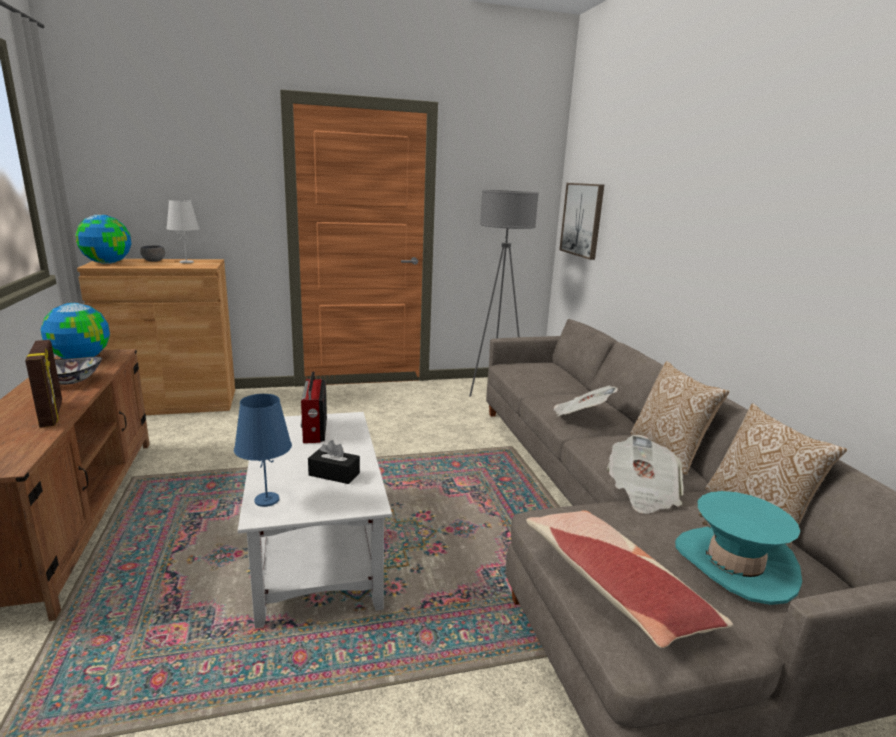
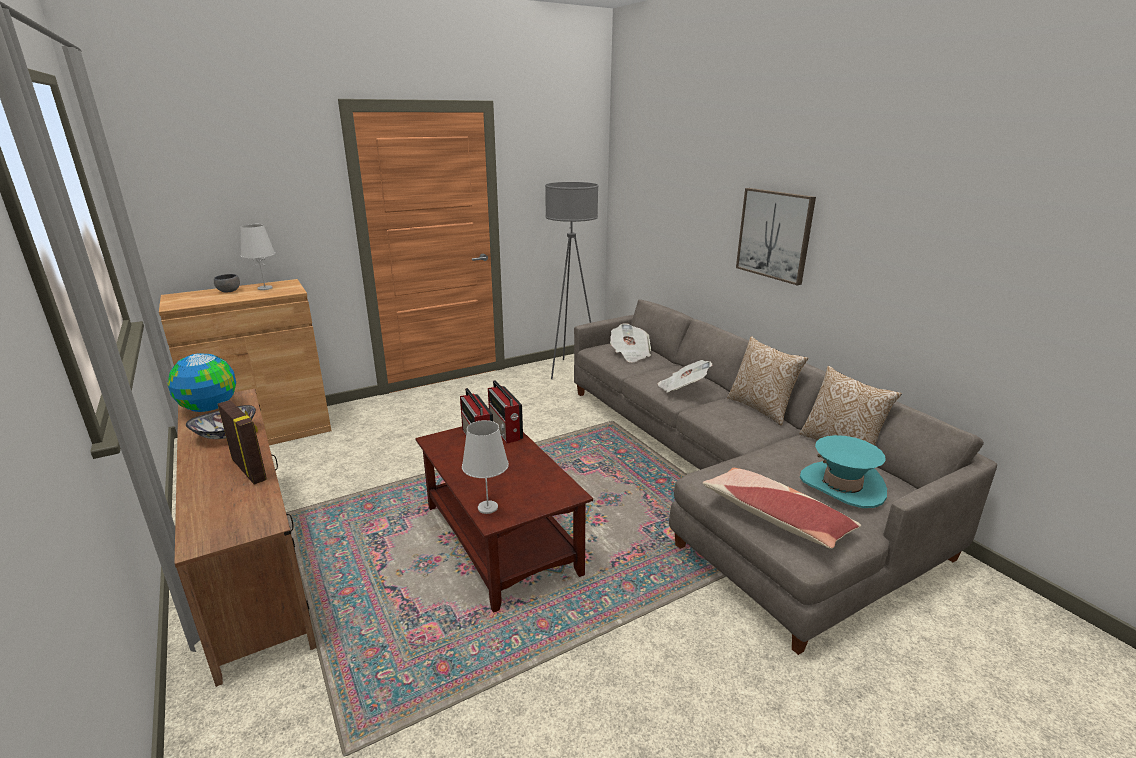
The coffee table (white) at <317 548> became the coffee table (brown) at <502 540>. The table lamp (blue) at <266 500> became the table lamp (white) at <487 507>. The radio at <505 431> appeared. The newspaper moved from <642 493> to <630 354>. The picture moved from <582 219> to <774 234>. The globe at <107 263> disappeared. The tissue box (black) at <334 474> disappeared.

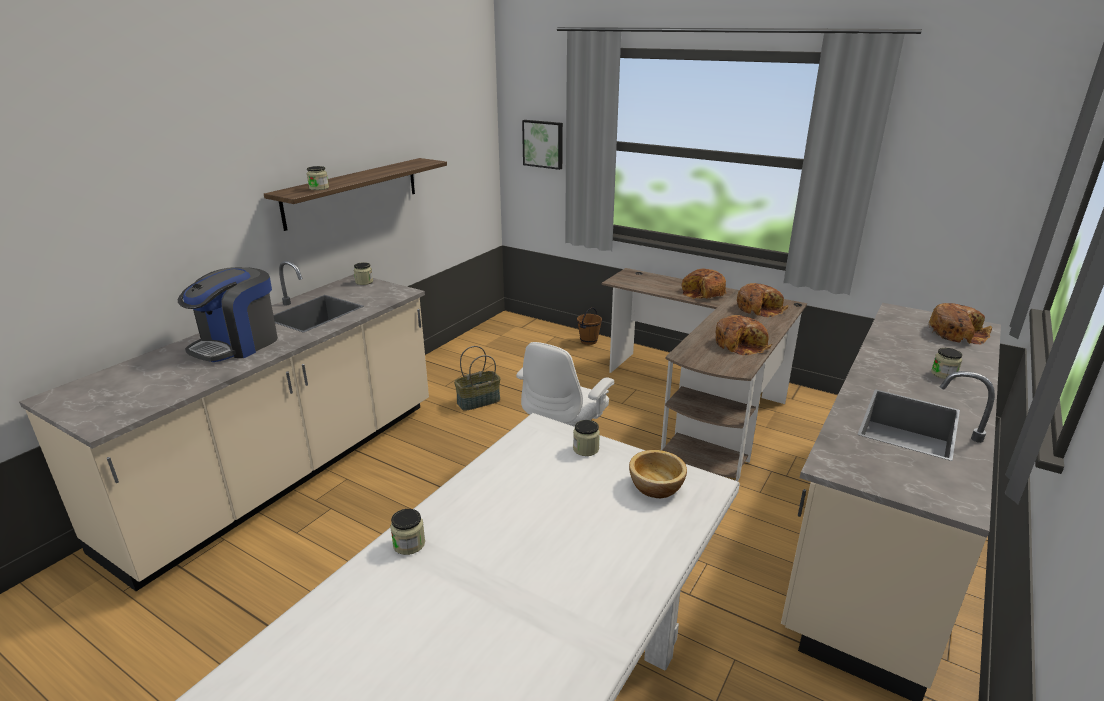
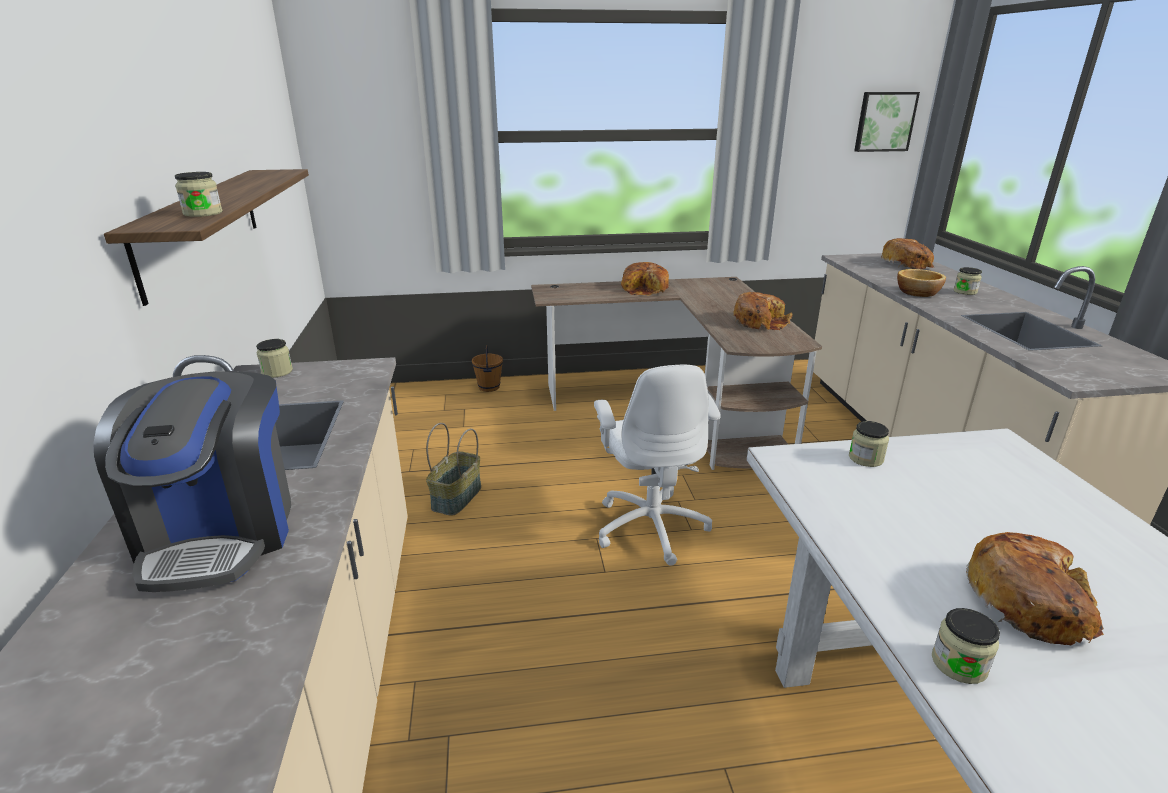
The picture moved from <543 144> to <884 121>. The bowl moved from <657 487> to <918 293>. The bread moved from <759 308> to <1031 602>.

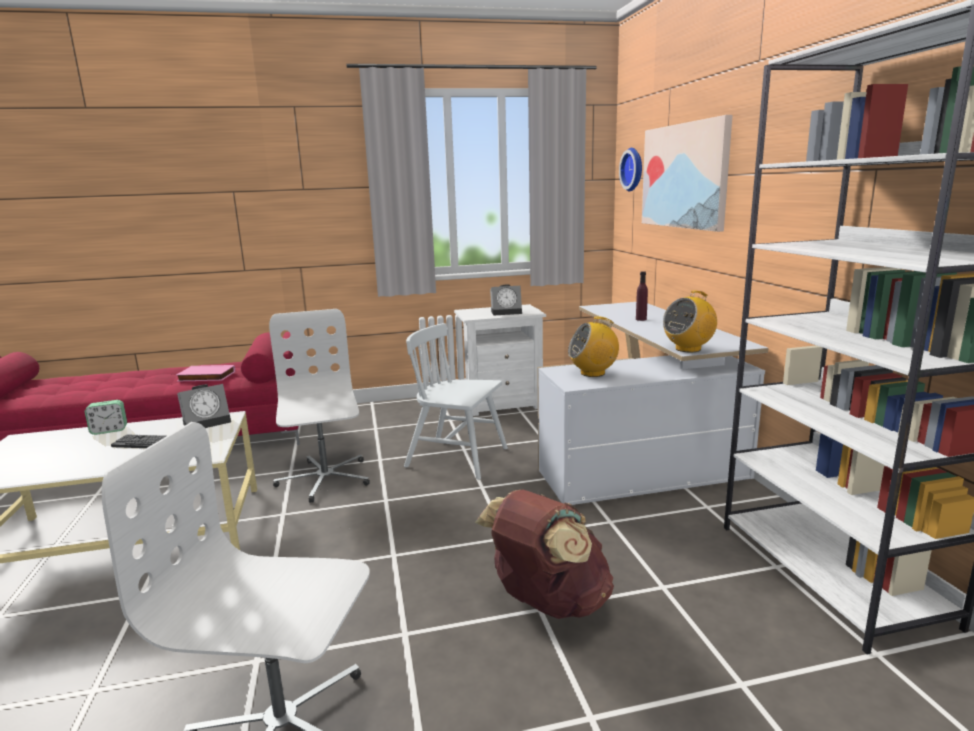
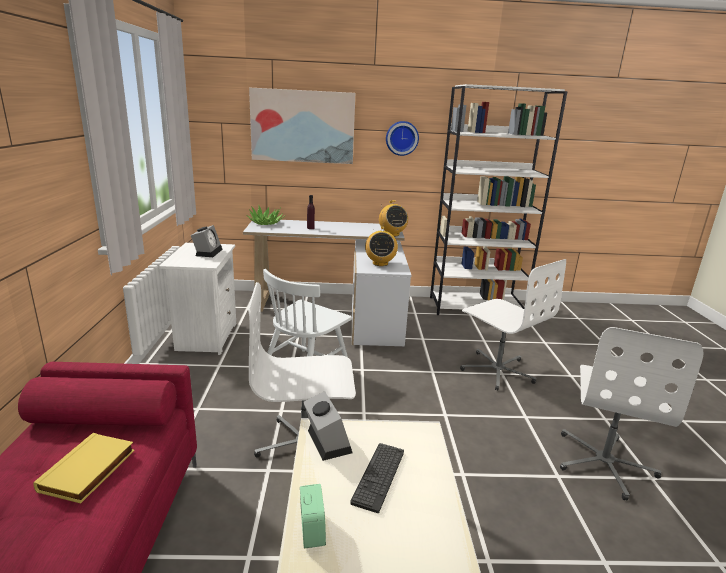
The book (pink) at <206 377> became the book (yellow) at <89 471>. The potted plant at <265 223> appeared. The wall clock moved from <634 169> to <402 138>. The backpack (brown) at <547 603> was replaced by the office chair (white) at <497 370>.

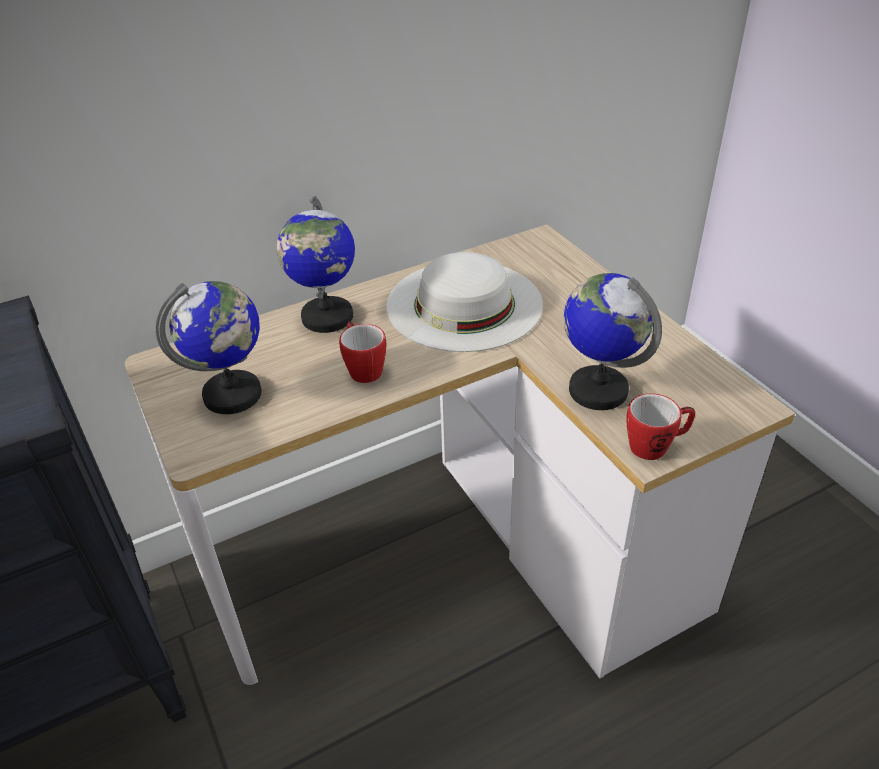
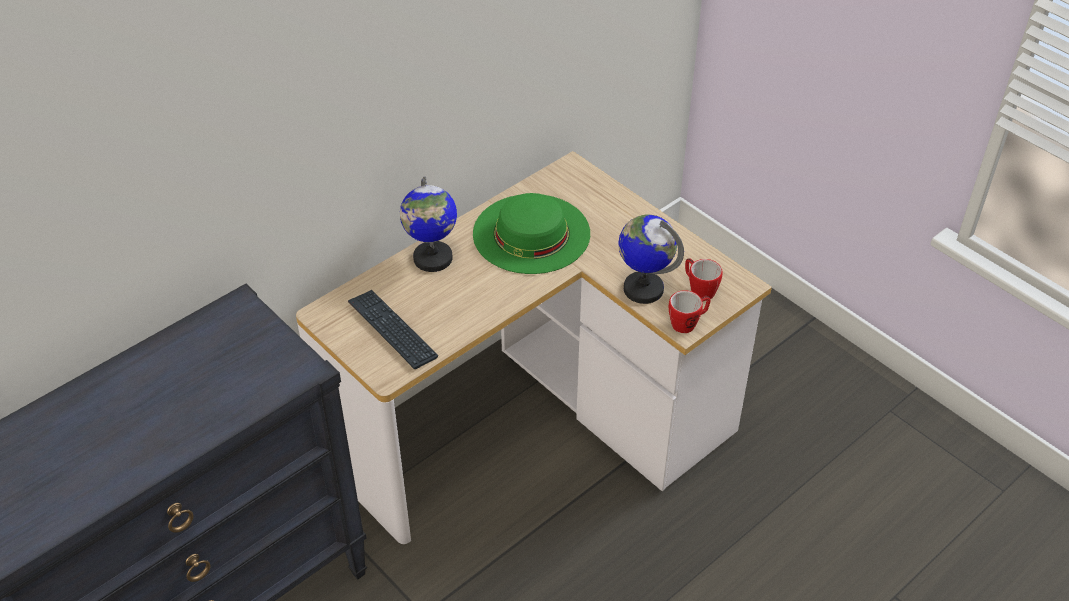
The globe at <233 395> was replaced by the keyboard at <392 330>. The hat (white) at <464 304> became the hat (green) at <531 233>. The mug moved from <363 368> to <699 290>.

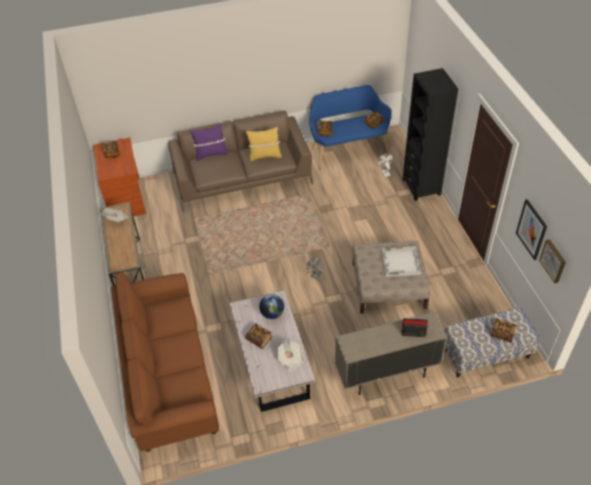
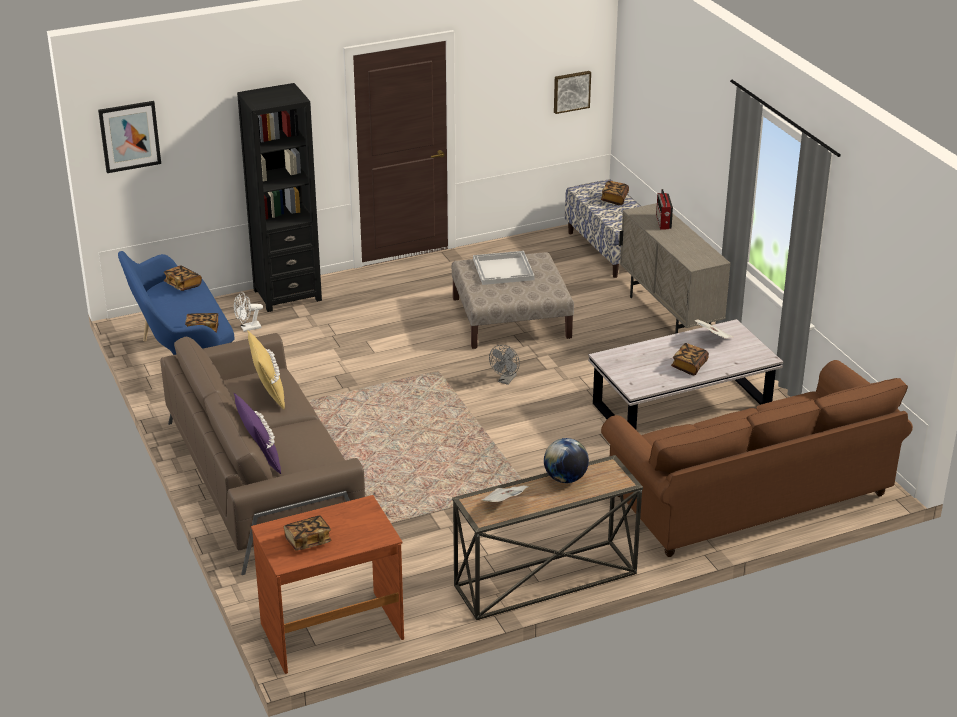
The picture moved from <531 229> to <129 136>. The globe moved from <272 314> to <565 478>.

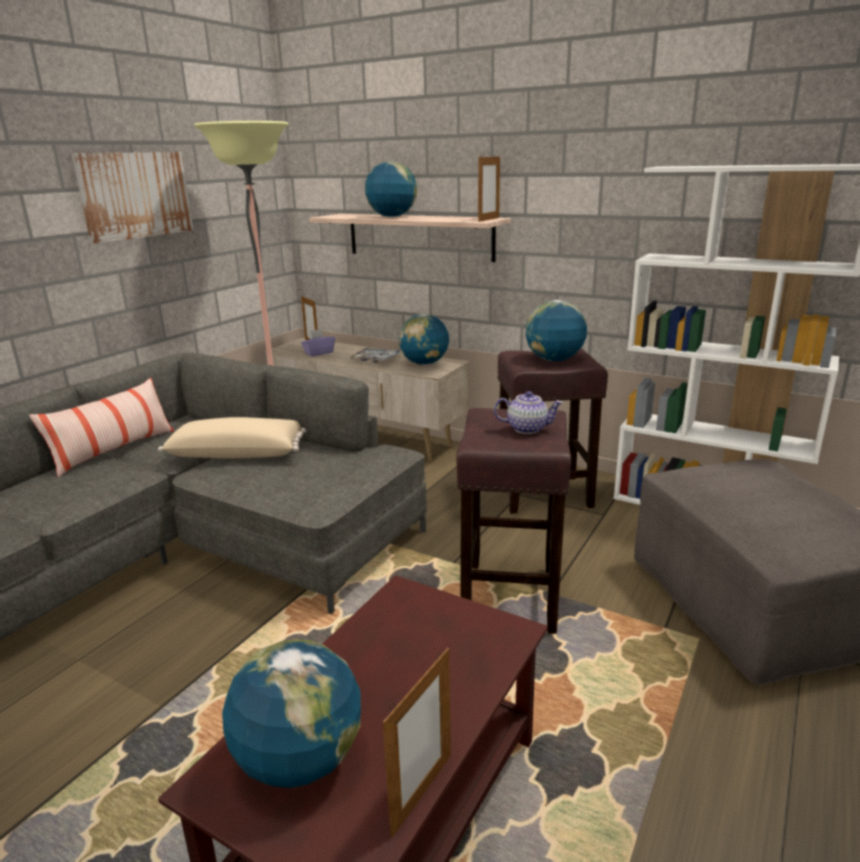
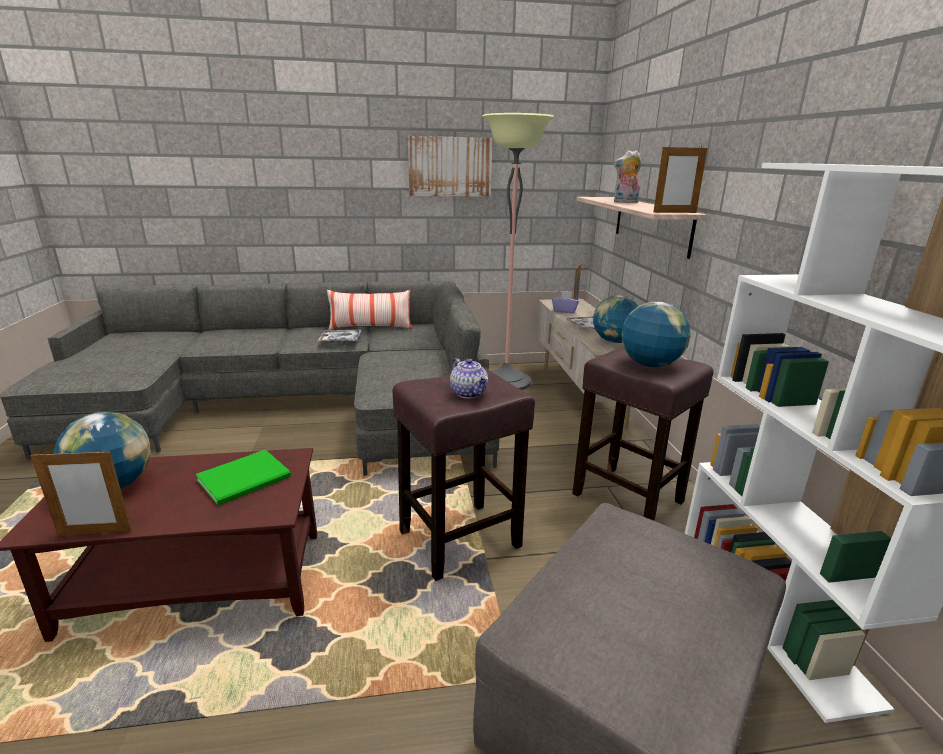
The book (green) at <247 479> appeared. The tray at <340 340> appeared. The globe at <392 217> was replaced by the plush toy at <625 202>. The pillow (beige) at <239 453> disappeared.

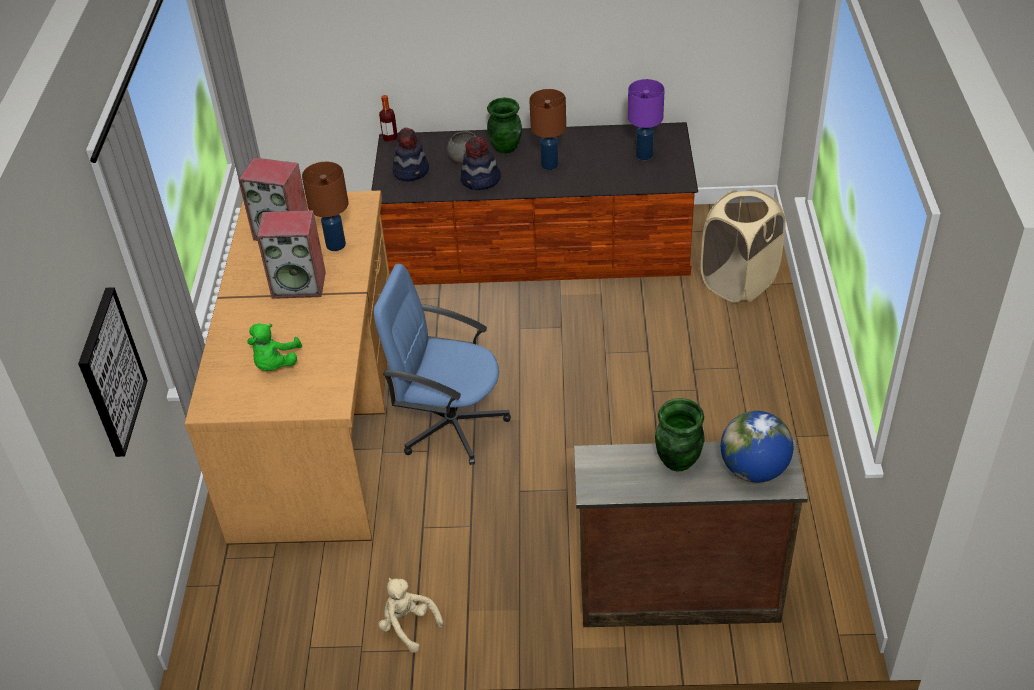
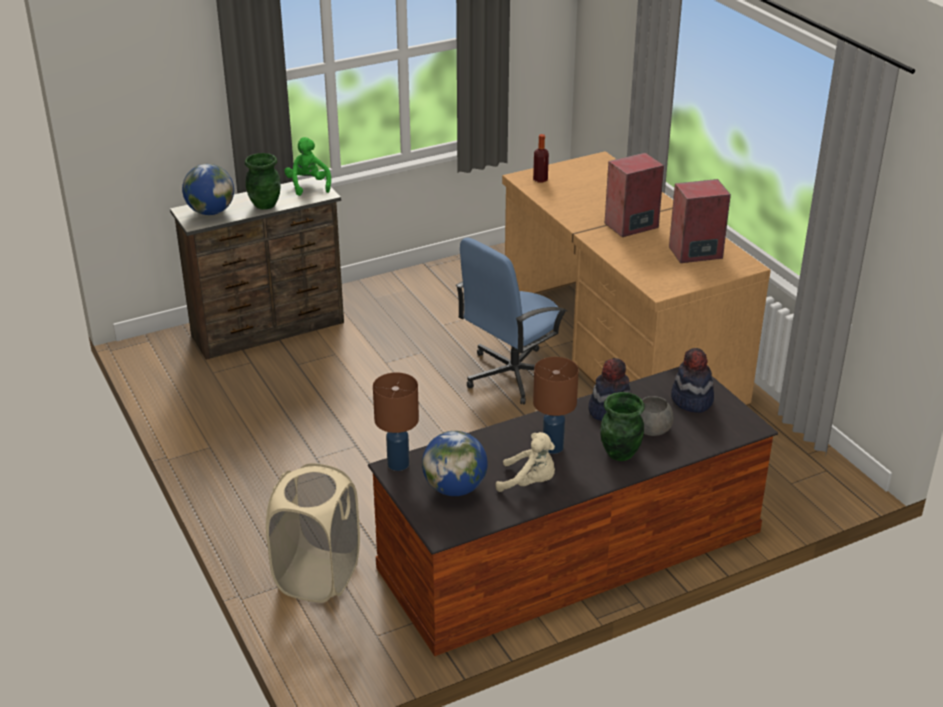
The plush toy (green) moved from <275 364> to <308 185>. The table lamp (brown) moved from <335 245> to <399 464>. The table lamp (purple) at <643 155> was replaced by the globe at <455 488>. The office chair (blue) at <450 424> turned 150 degrees clockwise. The plush toy (beige) moved from <408 625> to <529 482>. The bottle moved from <390 138> to <540 179>. The picture at <110 372> disappeared.

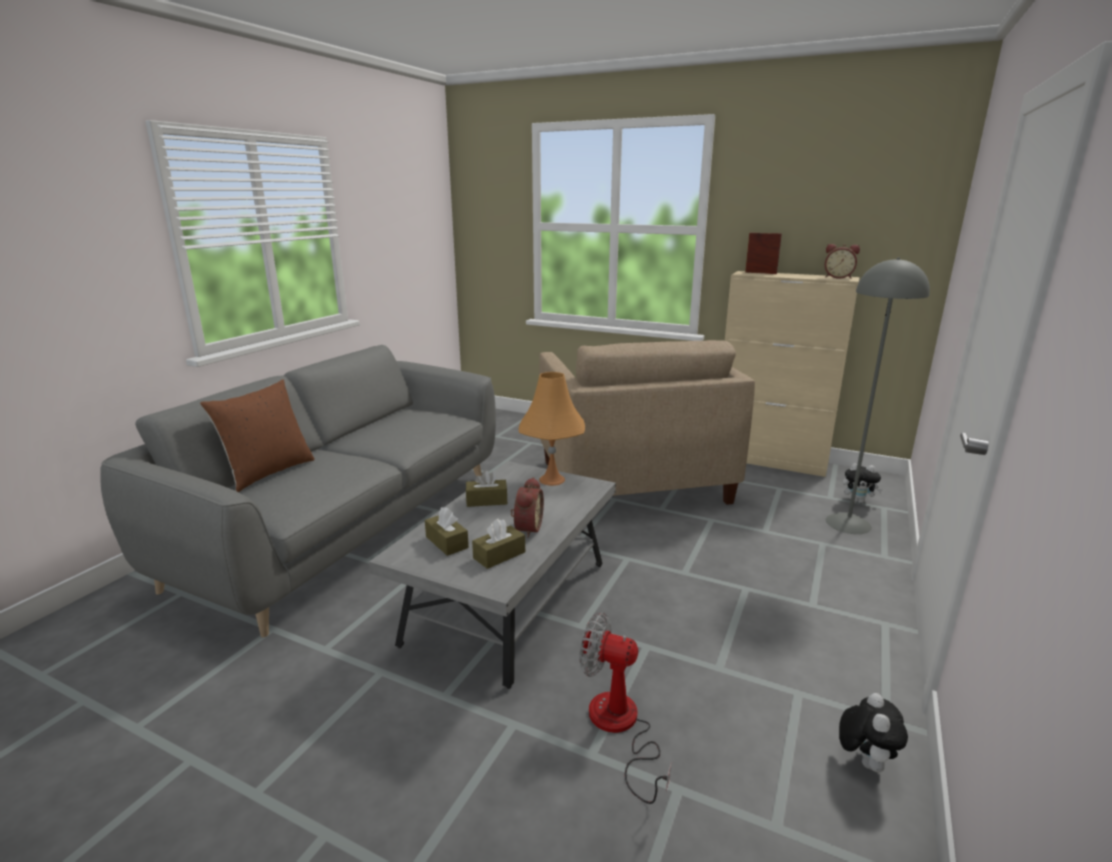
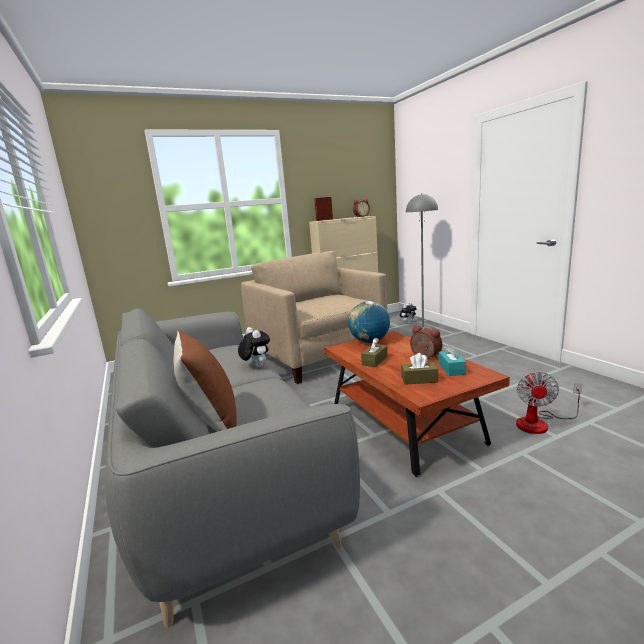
The plush toy moved from <864 760> to <256 366>. The armchair (beige) at <632 481> turned 150 degrees counterclockwise. The coffee table (grey) at <509 603> became the coffee table (brown) at <404 424>. The table lamp (orange) at <552 479> was replaced by the globe at <370 341>. The tissue box (brown) at <499 555> became the tissue box (turquoise) at <451 369>. The fan at <619 728> turned 45 degrees counterclockwise.

